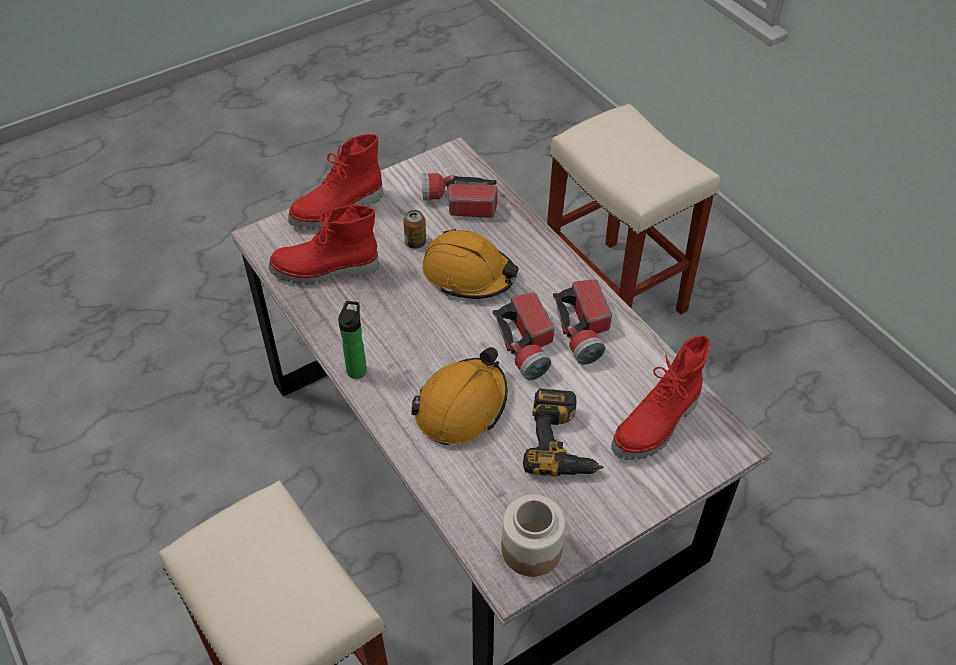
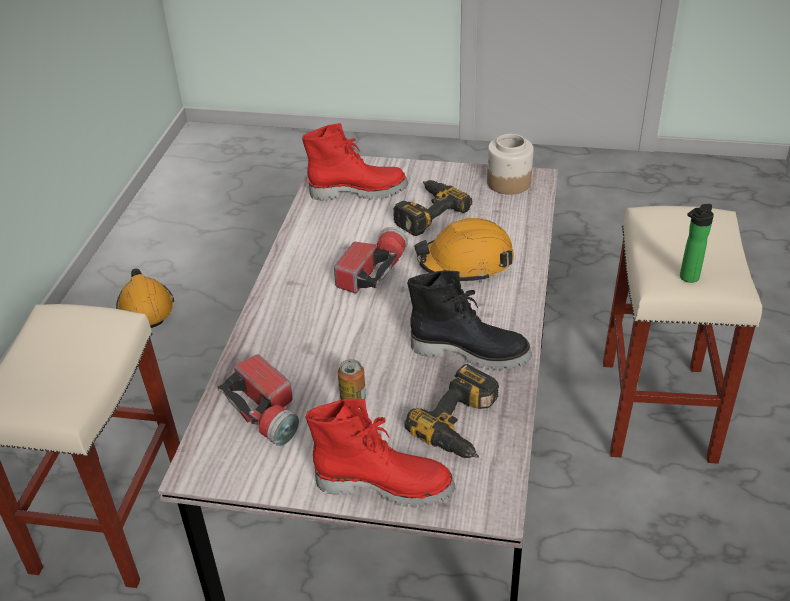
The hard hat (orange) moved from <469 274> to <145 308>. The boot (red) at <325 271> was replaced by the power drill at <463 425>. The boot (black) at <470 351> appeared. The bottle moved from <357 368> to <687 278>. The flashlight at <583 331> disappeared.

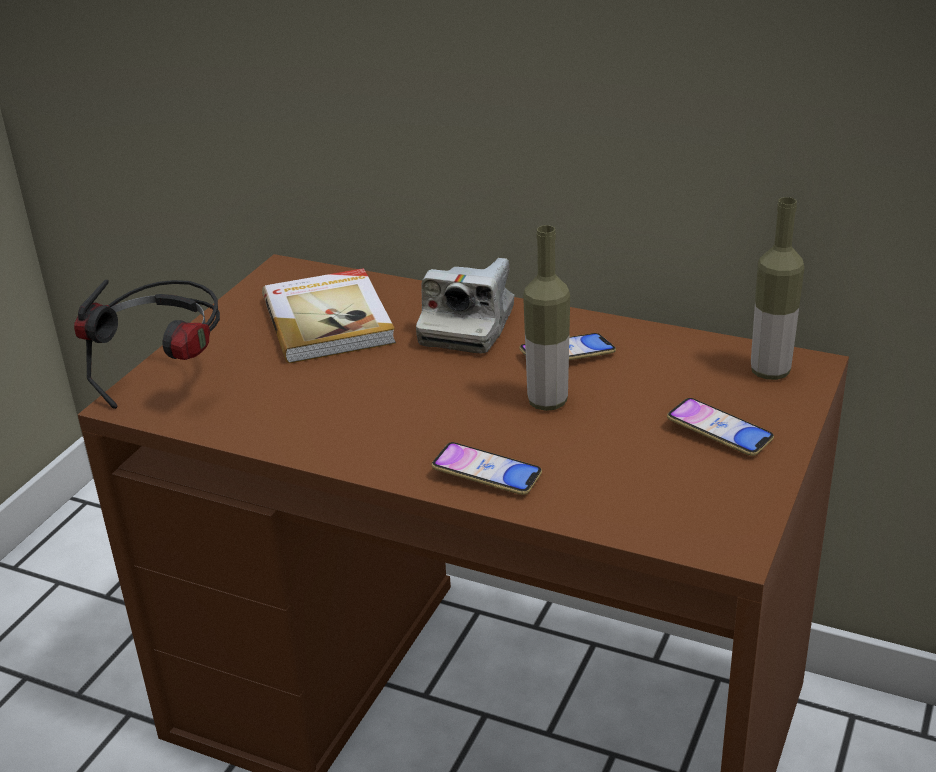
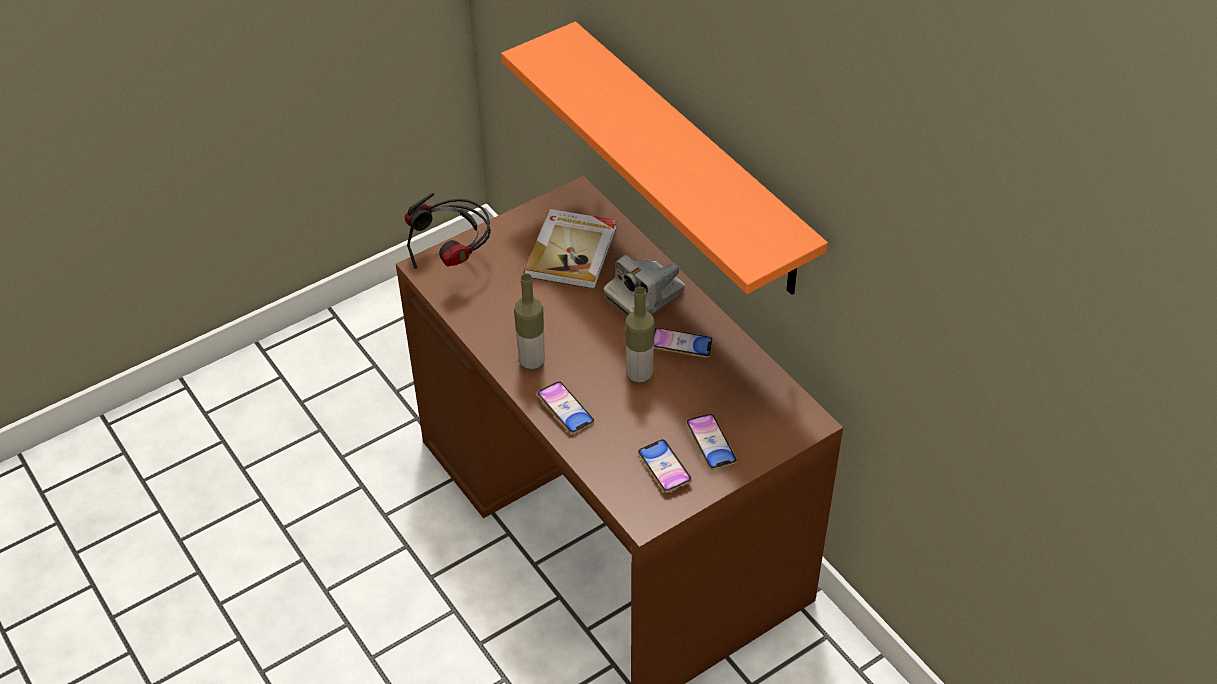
The shelf (orange) at <691 161> appeared. The bottle moved from <770 372> to <532 362>. The phone at <664 468> appeared.

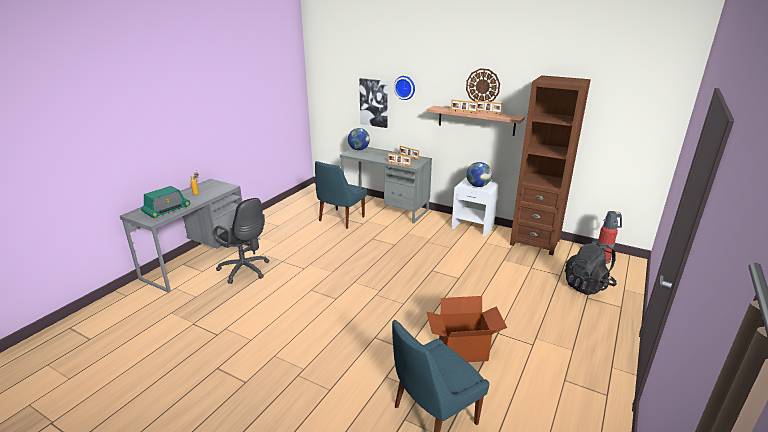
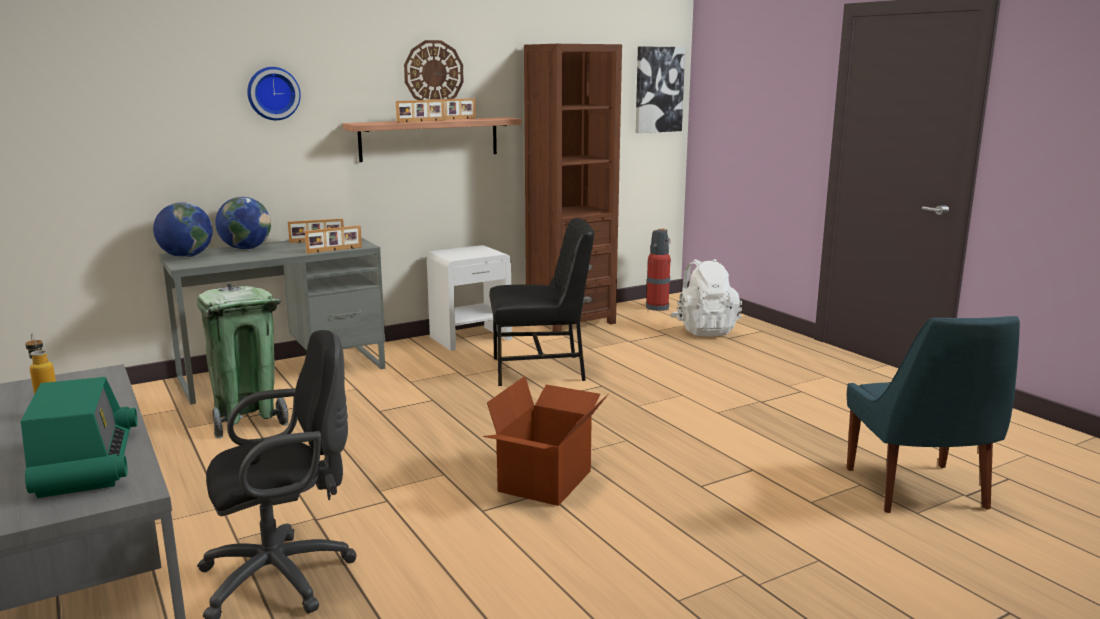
The chair (blue) at <340 219> was replaced by the trash can (green) at <247 420>. The globe moved from <478 186> to <246 248>. The cardboard box moved from <463 350> to <547 481>. The chair (black) at <540 370> appeared. The picture moved from <374 102> to <658 89>. The backpack (black) at <587 286> became the backpack (white) at <704 330>.

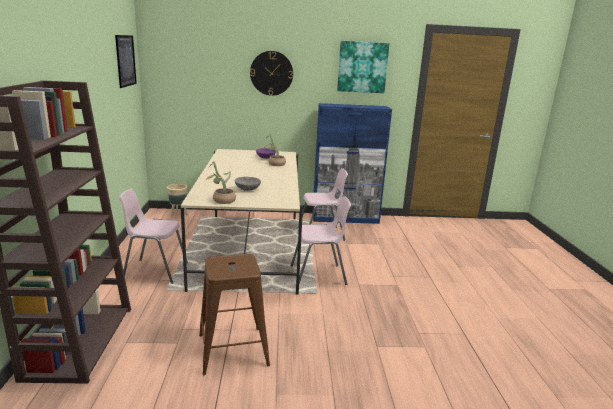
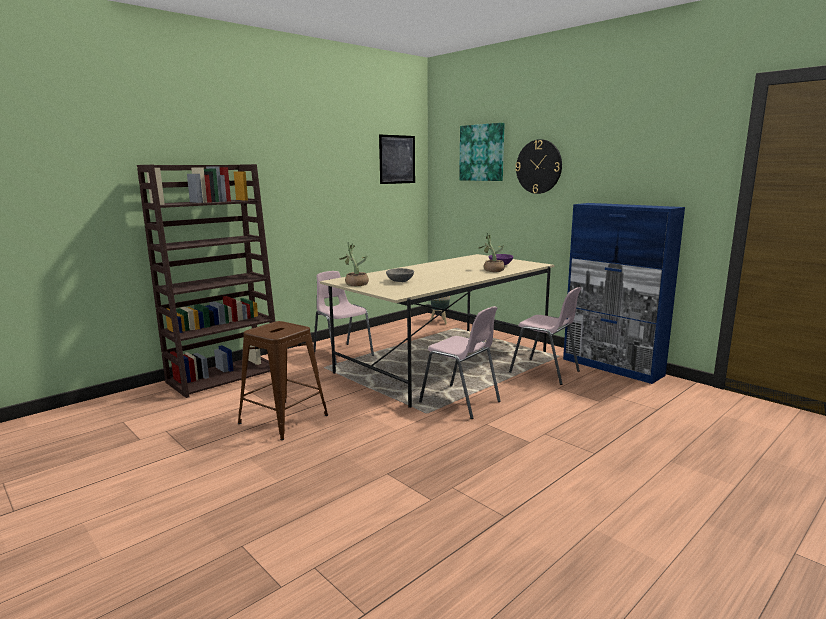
The picture moved from <362 67> to <482 152>.

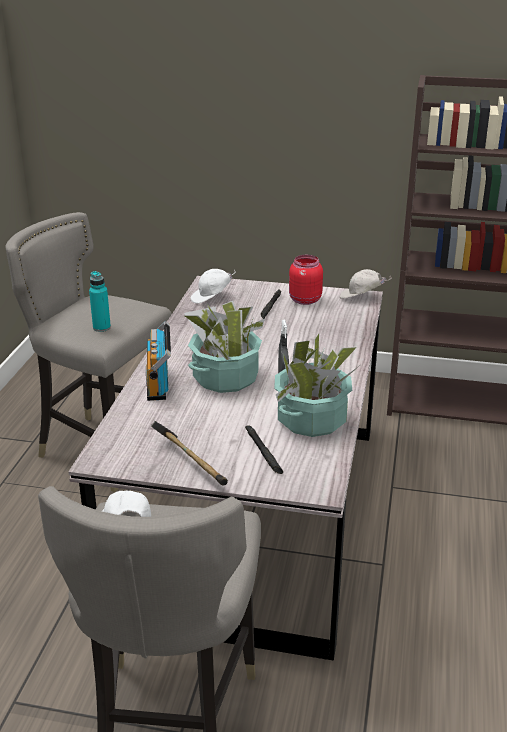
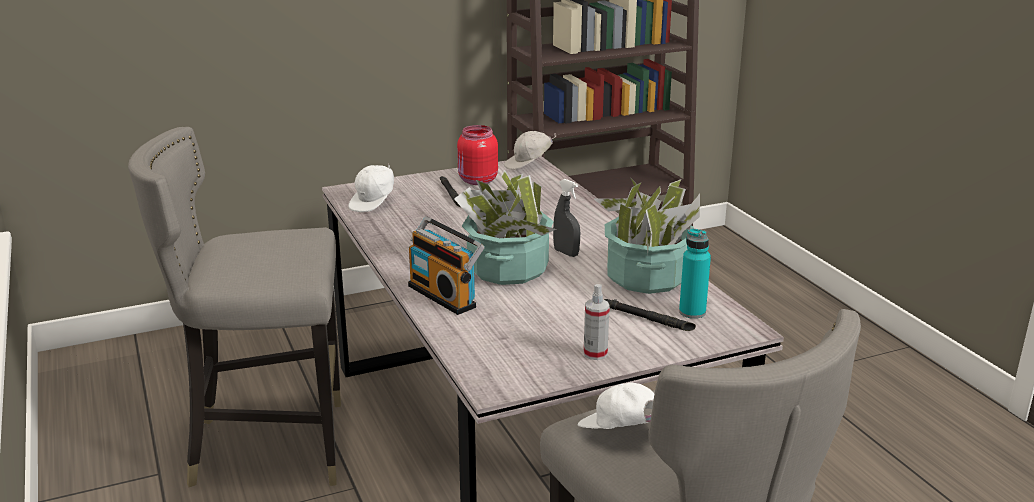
The hammer at <190 464> was replaced by the spray bottle at <595 353>. The bottle (turquoise) moved from <101 328> to <692 312>.

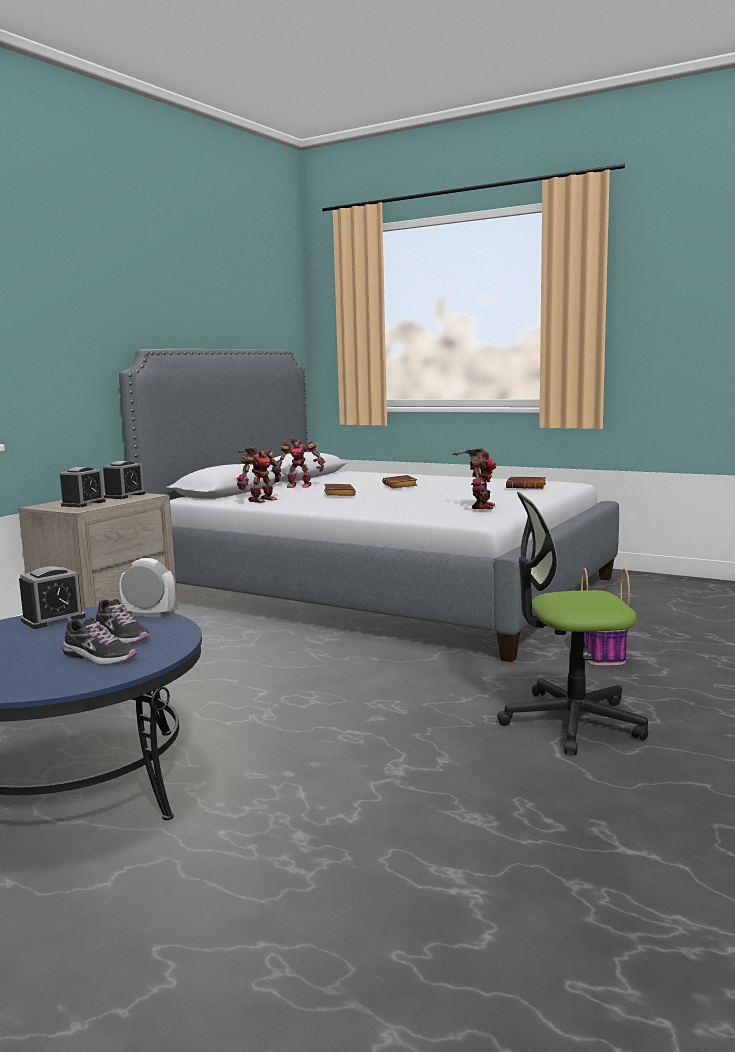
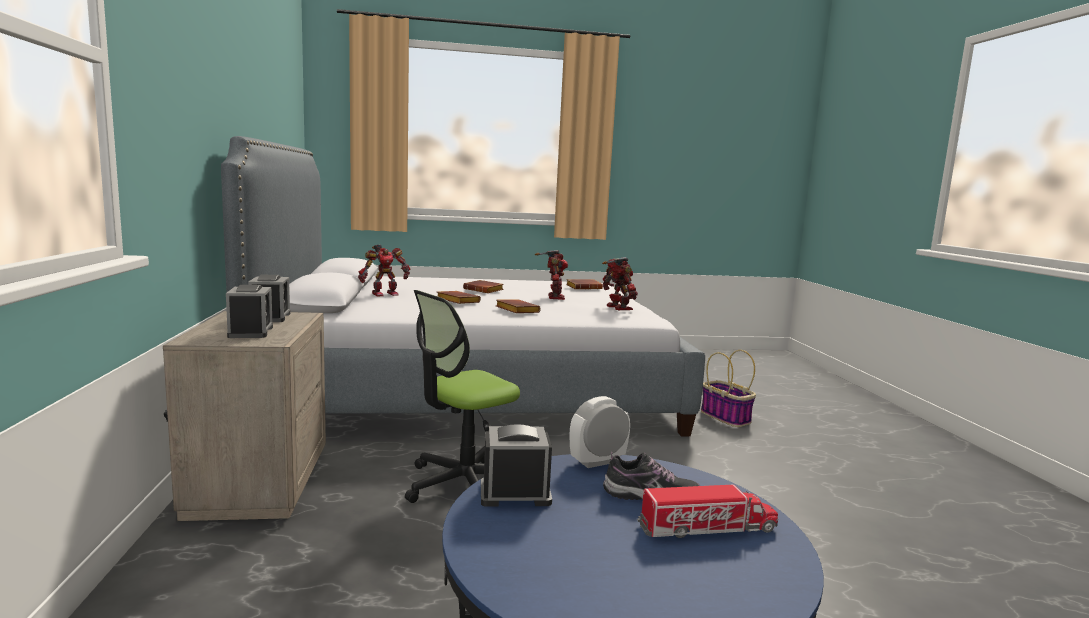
The office chair moved from <571 721> to <463 485>. The alarm clock at <53 619> turned 105 degrees counterclockwise. The book (brown) at <515 310> appeared. The toy robot moved from <260 500> to <554 297>. The shoe at <99 657> was replaced by the toy truck at <707 528>.

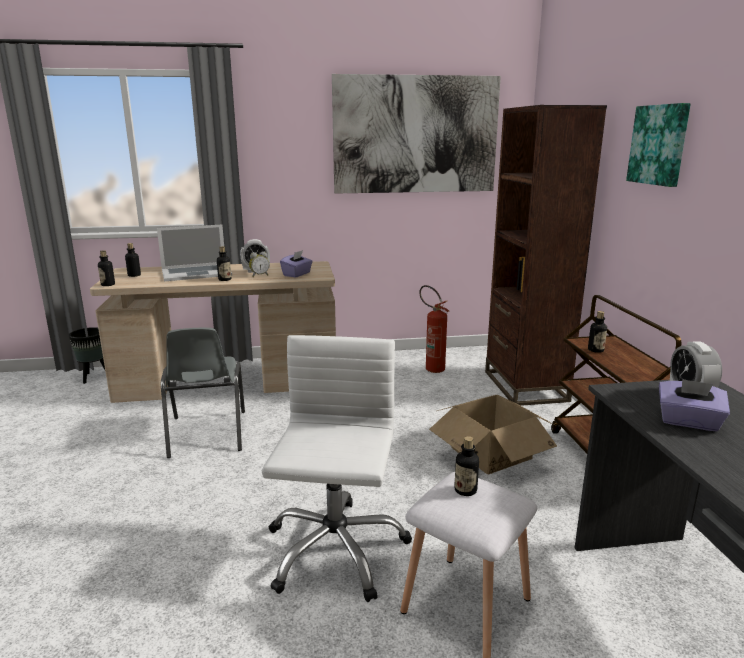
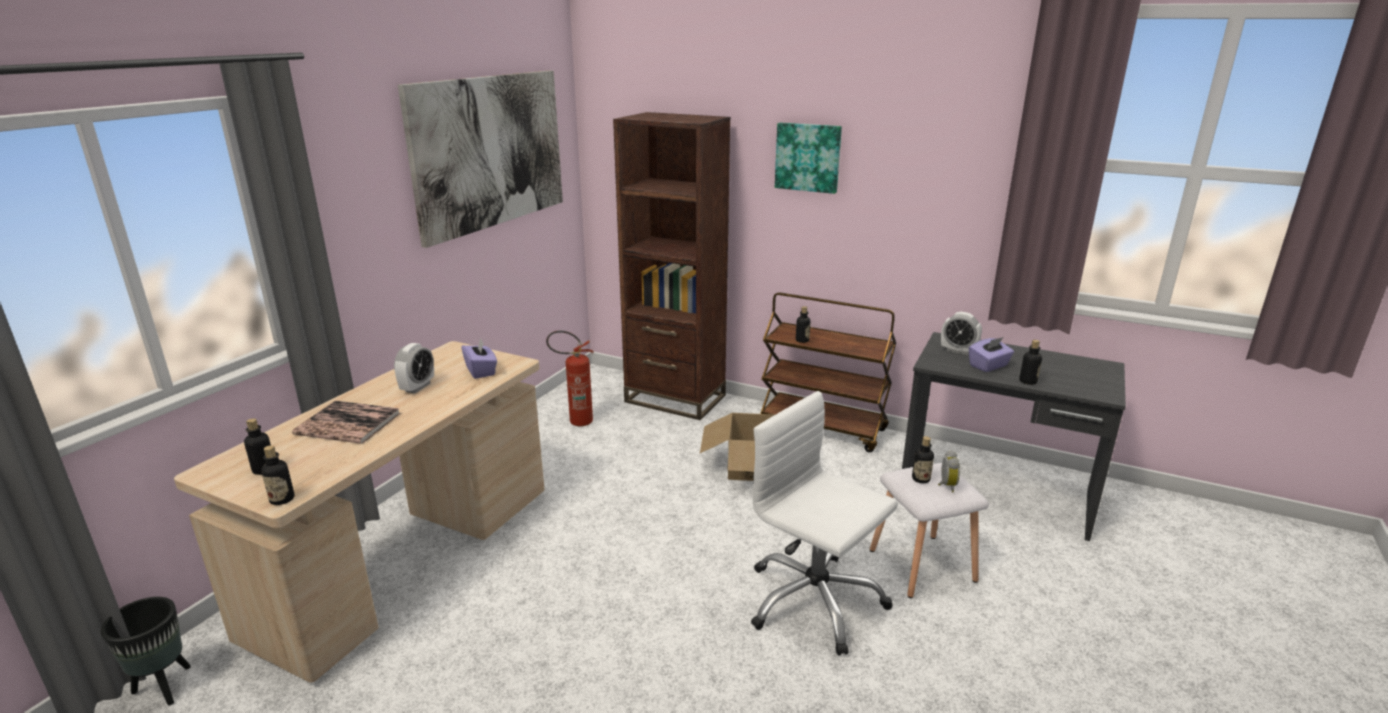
The laptop at <196 273> was replaced by the book at <348 424>. The alarm clock moved from <259 275> to <946 485>. The bottle moved from <224 279> to <1028 381>. The chair (grey) at <206 434> disappeared.

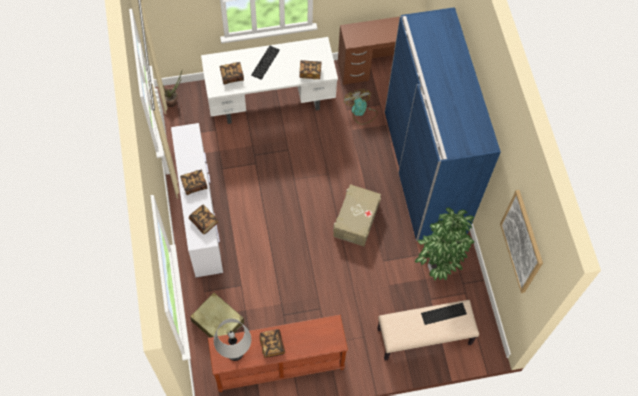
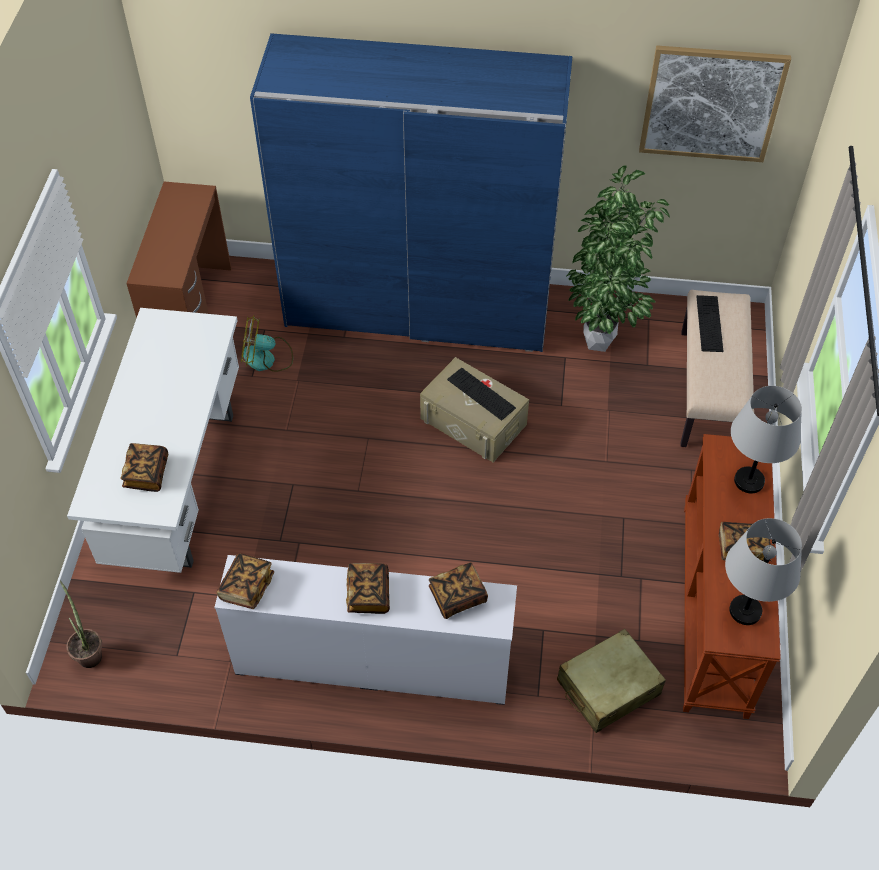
The book moved from <310 72> to <247 587>. The keyboard moved from <265 62> to <481 394>. The table lamp (grey) at <748 481> appeared.

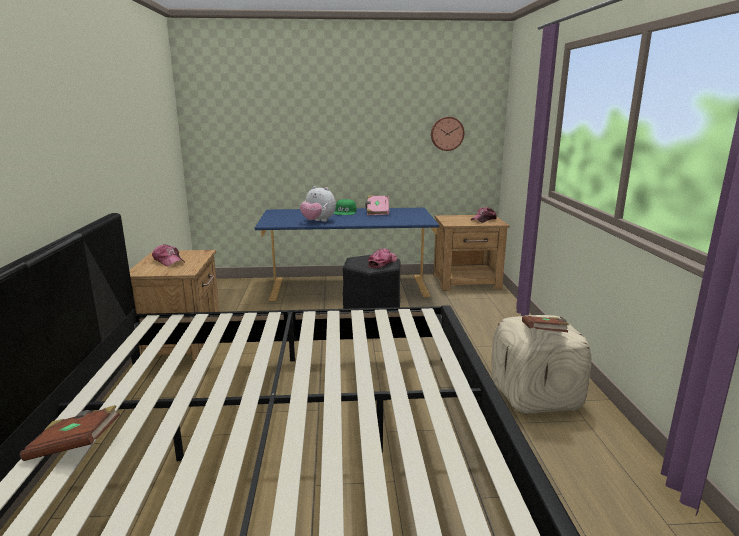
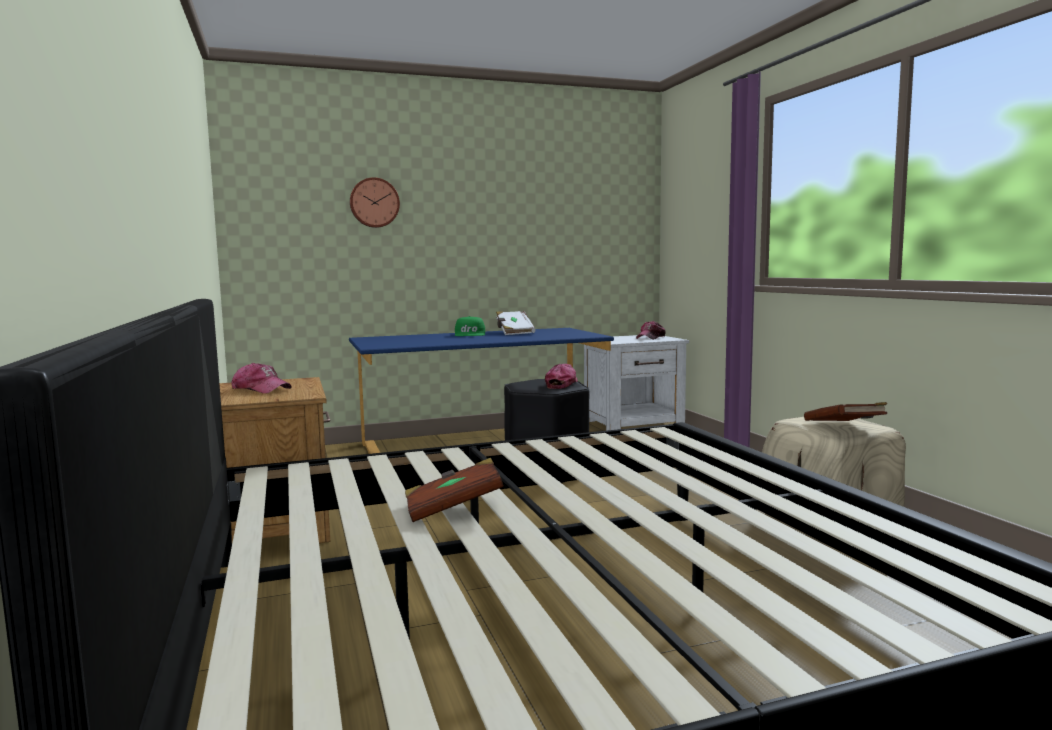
The wall clock moved from <447 133> to <374 203>. The book (brown) moved from <75 446> to <453 509>. The book (pink) at <377 212> became the book (white) at <514 332>. The nightstand (brown) at <467 282> became the nightstand (white) at <635 425>. The plush toy at <318 221> disappeared.

